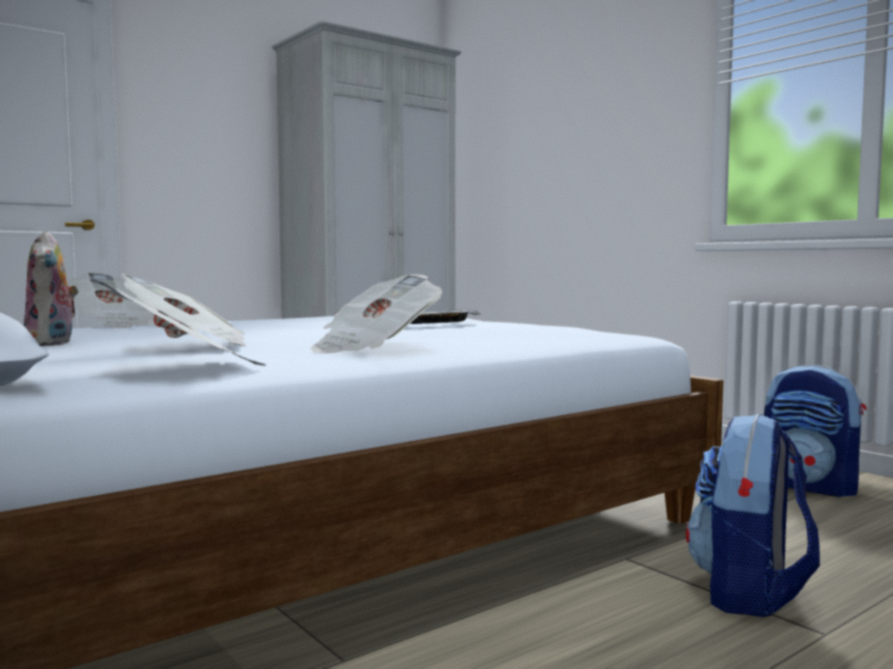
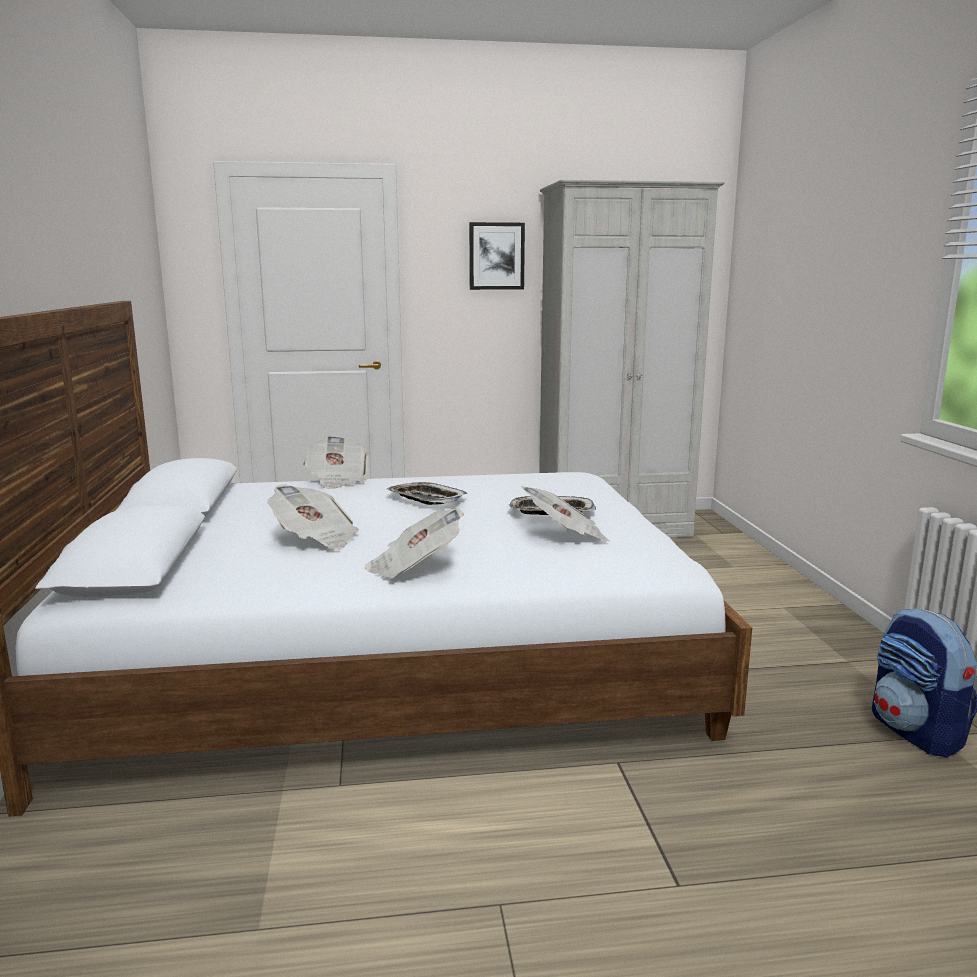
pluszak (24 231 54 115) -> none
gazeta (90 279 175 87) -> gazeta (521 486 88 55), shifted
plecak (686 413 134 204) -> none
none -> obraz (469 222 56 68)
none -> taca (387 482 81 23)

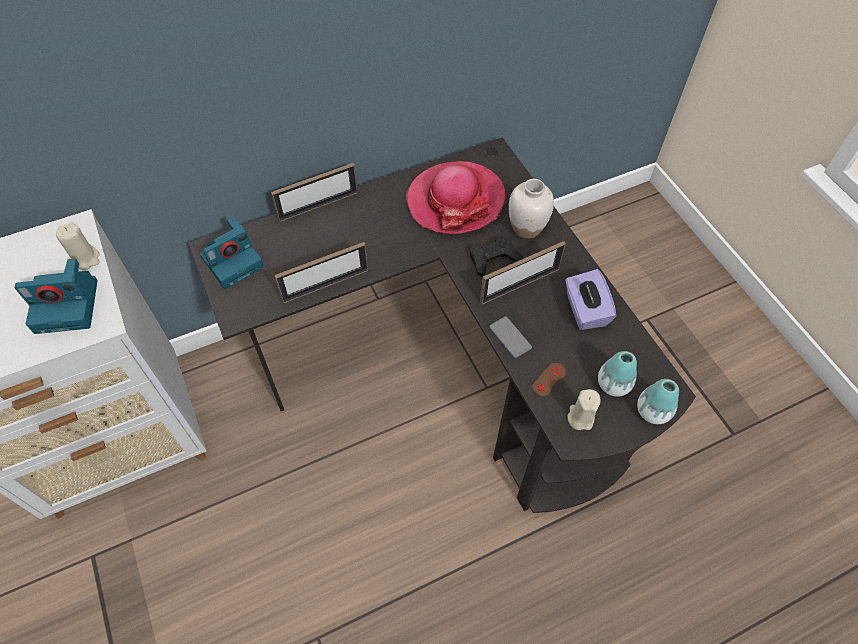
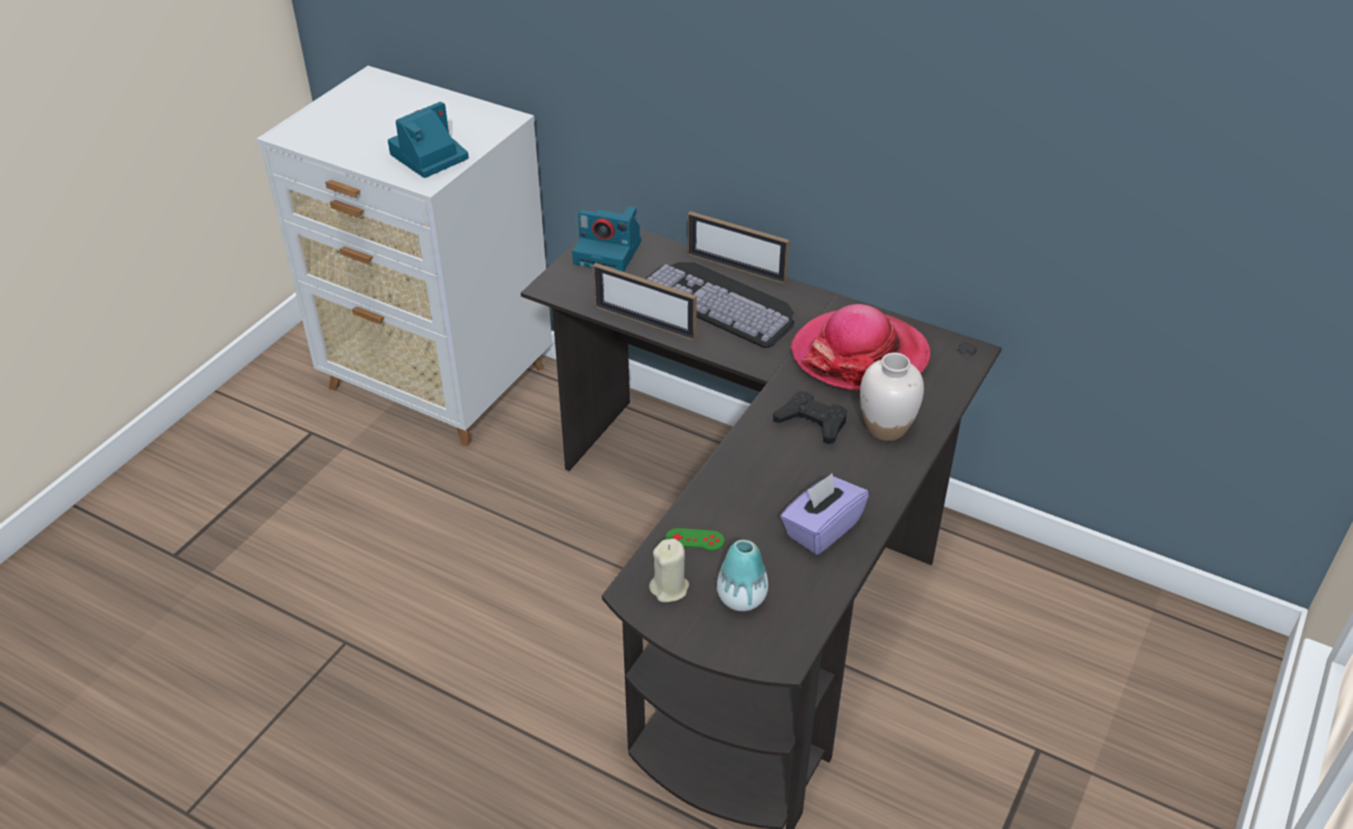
świeca [beżowy] (56 223 44 47) -> none
ramka na zdjęcie (480 241 86 64) -> none
aparat fotograficzny (15 259 83 75) -> aparat fotograficzny (388 102 81 76), 90 degrees clockwise
telefon (489 316 43 42) -> none
pad do gier [brązowy] (532 363 34 33) -> pad do gier [zielony] (666 528 58 23)
wazon (637 379 42 45) -> none
none -> klawiatura (645 262 150 86)

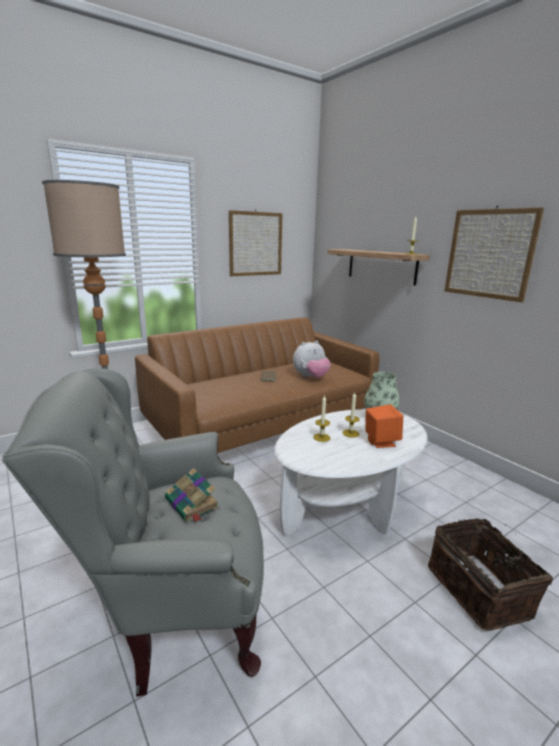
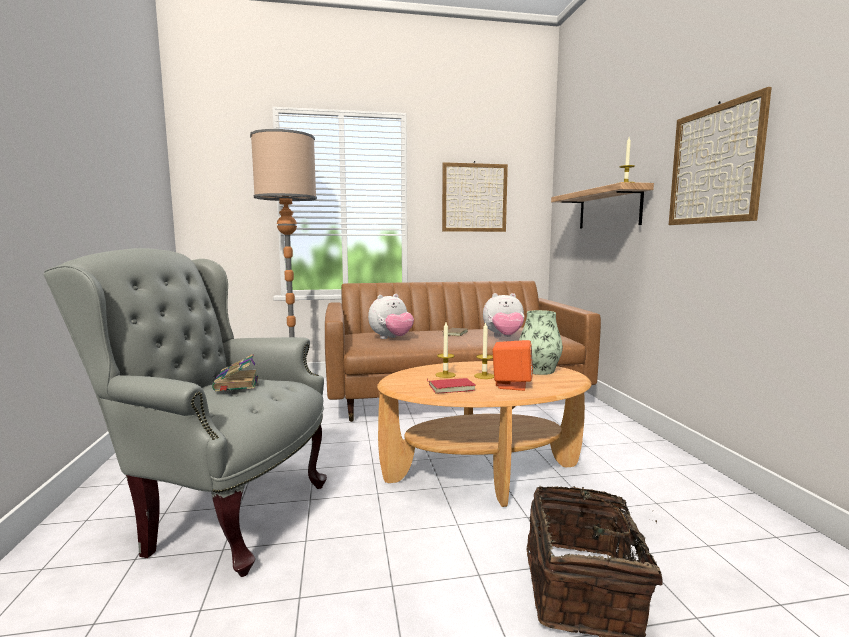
ława [biały] (274 409 153 127) -> ława [brązowy] (377 361 214 146)
none -> pluszak (368 294 46 45)
none -> książka [czerwony] (427 378 49 16)

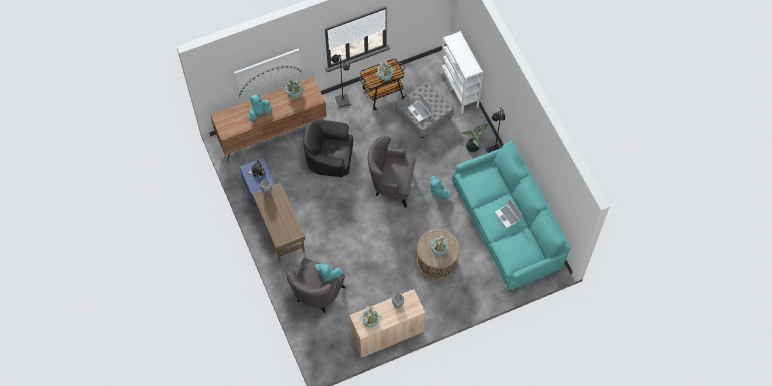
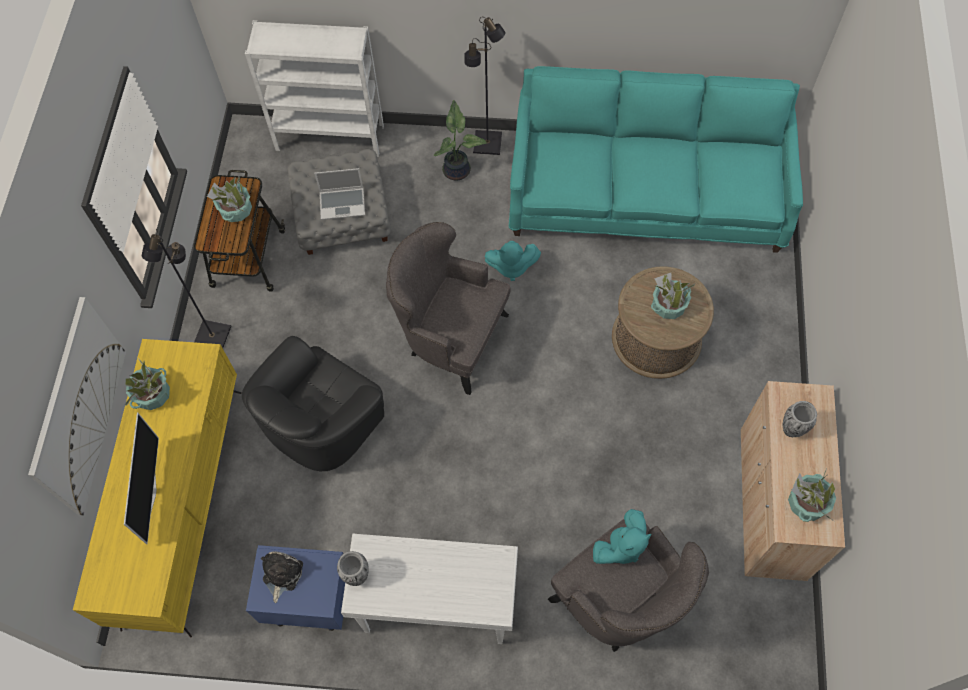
szafka pod telewizor [brązowy] (210 77 117 83) -> szafka pod telewizor [żółty] (73 339 169 298)
pluszak [turkusowy] (249 94 23 27) -> telewizor (124 413 35 131)
fotel [szary] (368 136 48 72) -> fotel [szary] (386 222 125 173), 75 degrees clockwise
stolik konsolowy [brązowy] (253 183 52 79) -> stolik konsolowy [biały] (341 534 177 110)
laptop (495 198 26 30) -> none

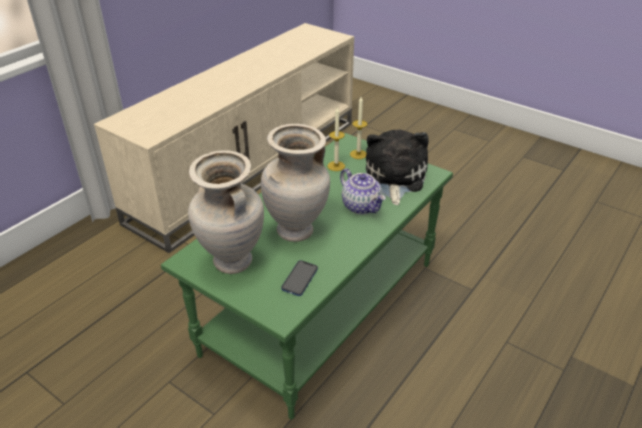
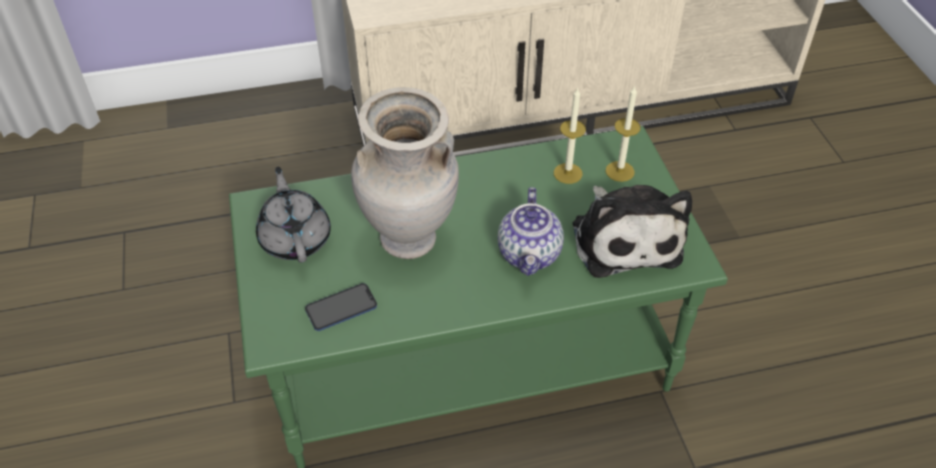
pluszak (366 130 63 75) -> pluszak (573 185 119 93), 120 degrees clockwise
wazon [beżowy] (188 150 76 124) -> imbryk [szary] (256 167 75 96)

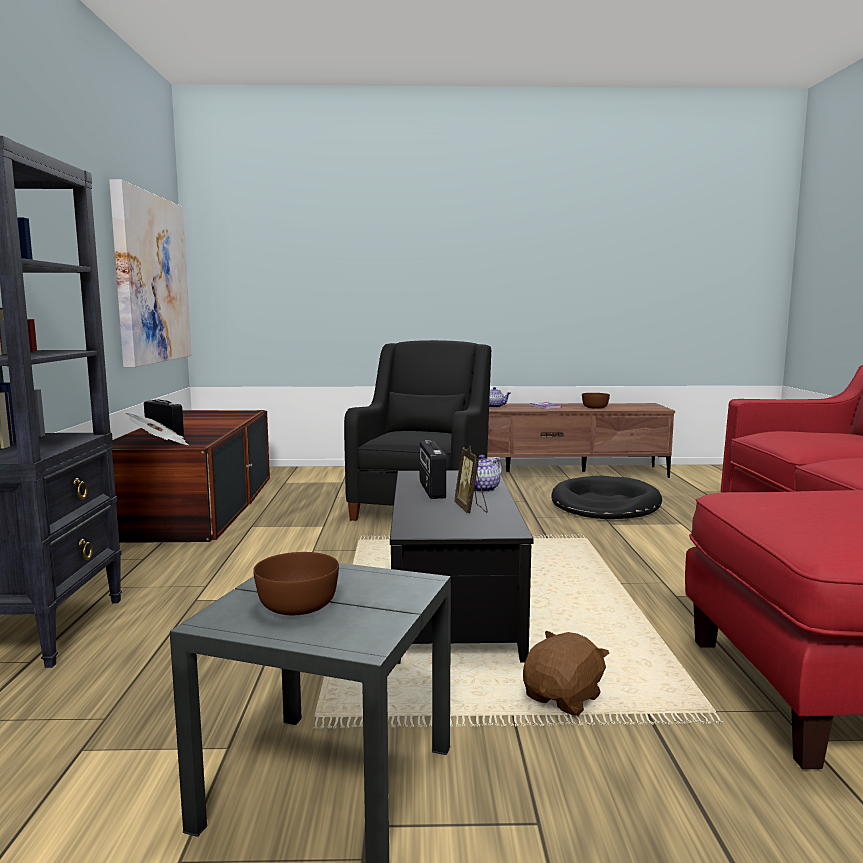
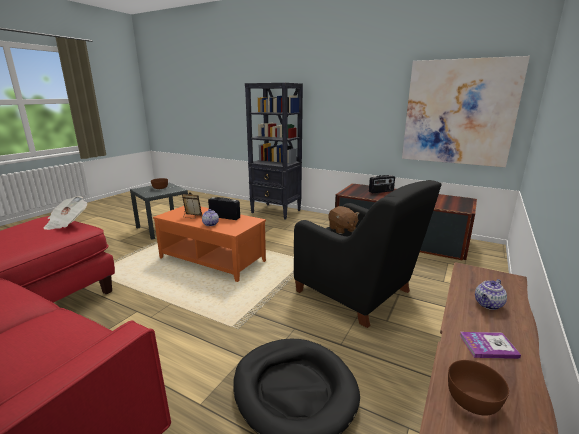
gazeta (125 413 63 32) -> gazeta (43 196 44 34), shifted
ława [czarny] (390 470 144 194) -> ława [pomarańczowy] (153 206 113 76)
pluszak [brązowy] (523 630 86 86) -> pluszak [brązowy] (328 206 32 28), shifted

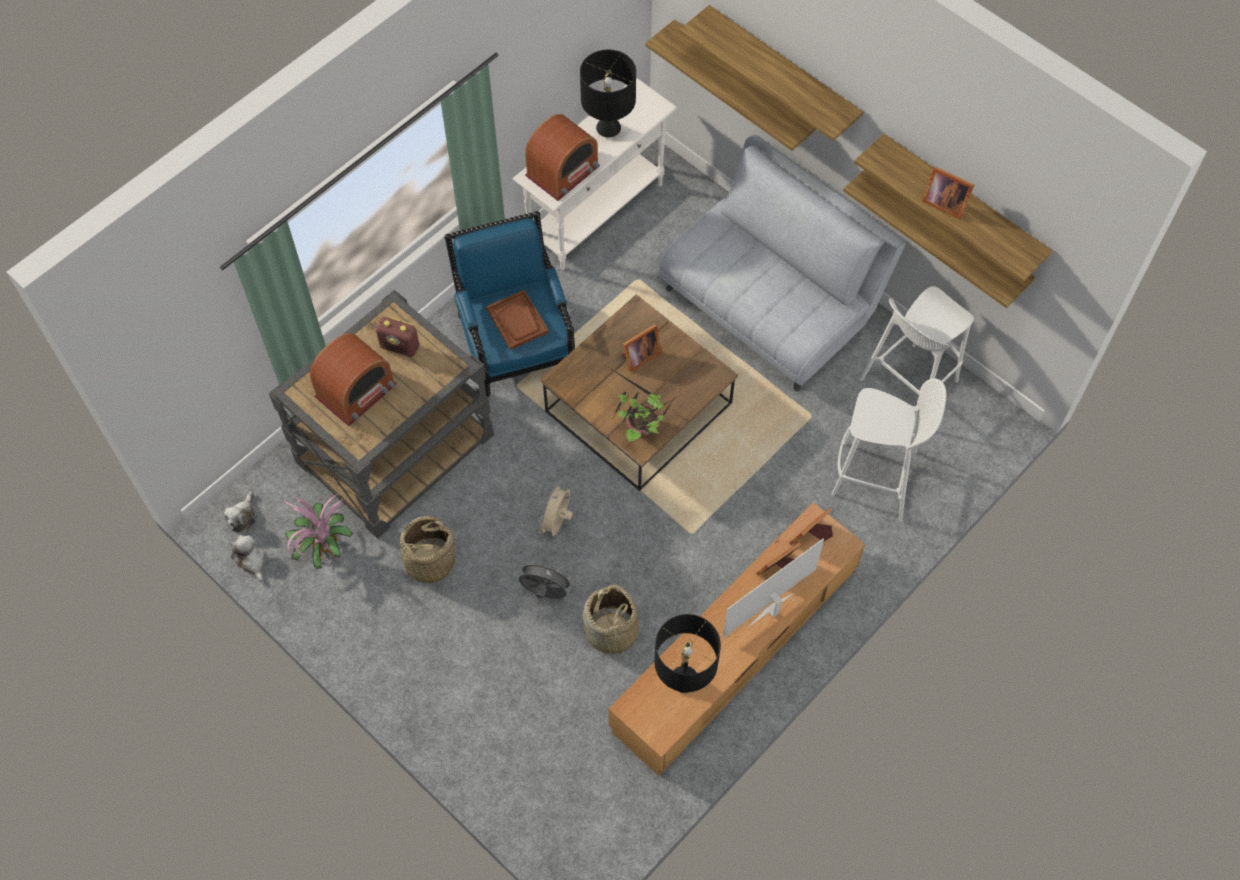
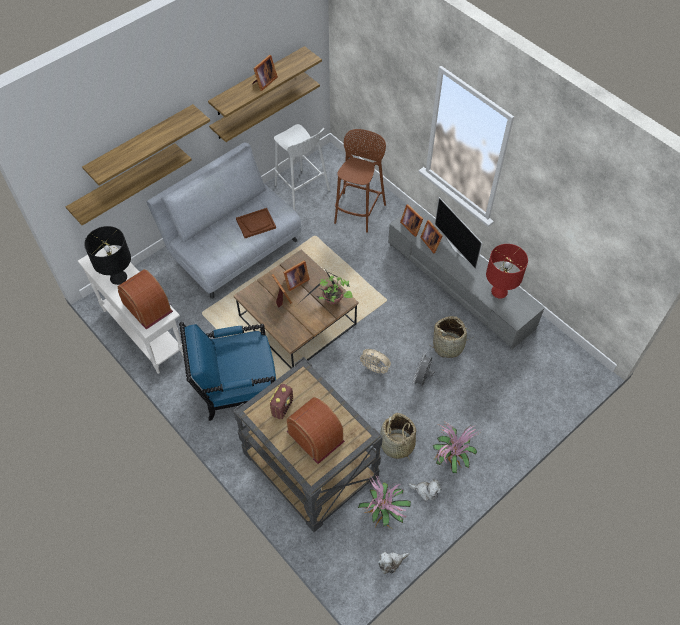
taca [brązowy] (486 290 63 60) -> taca [brązowy] (236 208 40 30), shifted
stołek [biały] (831 378 115 144) -> stołek [brązowy] (334 129 52 104)
pluszak (224 491 32 42) -> pluszak (409 479 32 22), shifted
szafka pod telewizor [brązowy] (608 502 258 274) -> szafka pod telewizor [szary] (388 204 157 146)
lampa stołowa [czarny] (654 614 67 79) -> lampa stołowa [czerwony] (486 244 42 55)
none -> ramka na zdjęcie (283 261 27 30)
none -> roślina doniczkowa (433 421 46 52)

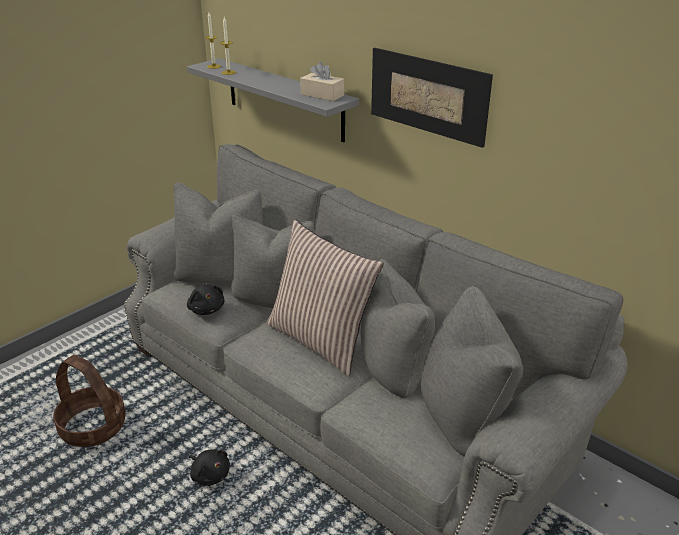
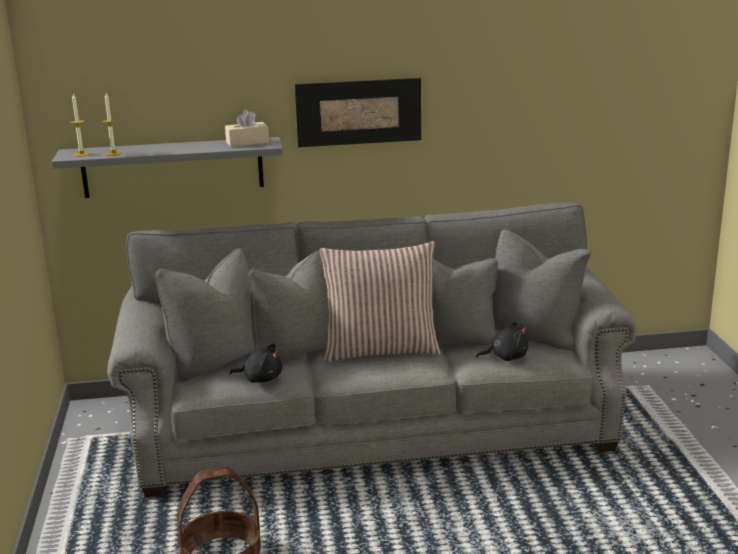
pluszak [czarny] (189 450 41 36) -> pluszak [czarny] (476 322 52 39), shifted

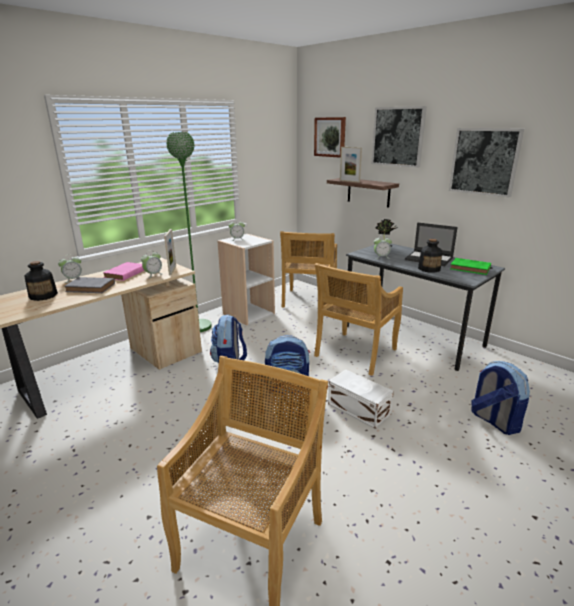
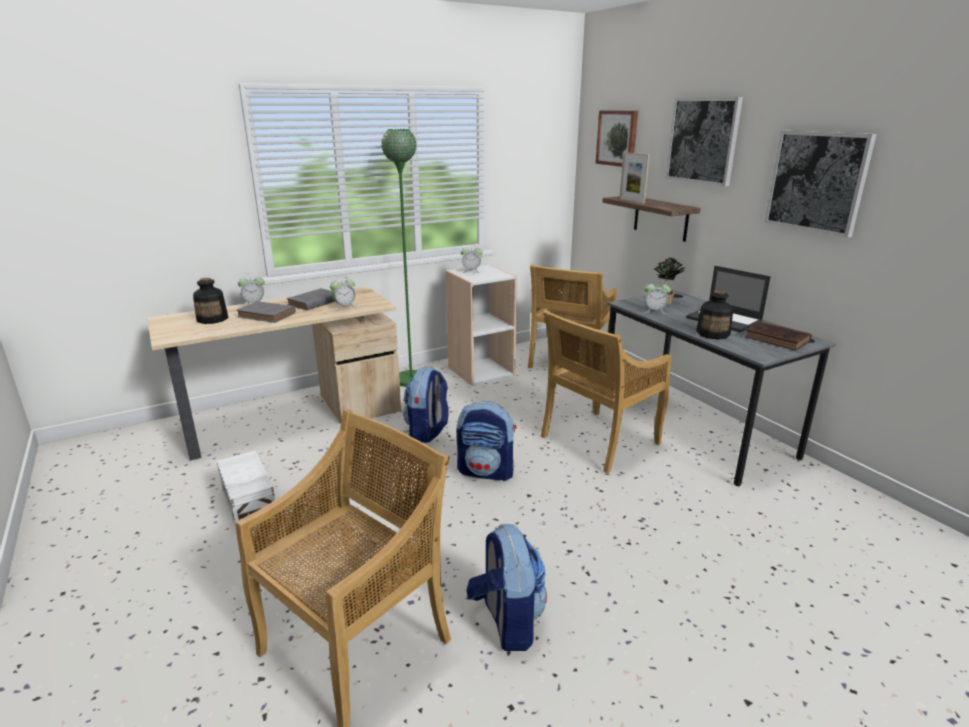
ramka na zdjęcie (164 229 12 46) -> none
książka [zielony] (450 258 41 17) -> książka [brązowy] (744 321 68 30)
książka [różowy] (103 262 41 19) -> książka [szary] (287 288 48 23)
plecak (471 361 59 74) -> plecak (466 524 81 127), shifted
pojemnik do przechowywania [biały] (328 370 66 59) -> pojemnik do przechowywania [biały] (217 451 58 76), shifted

